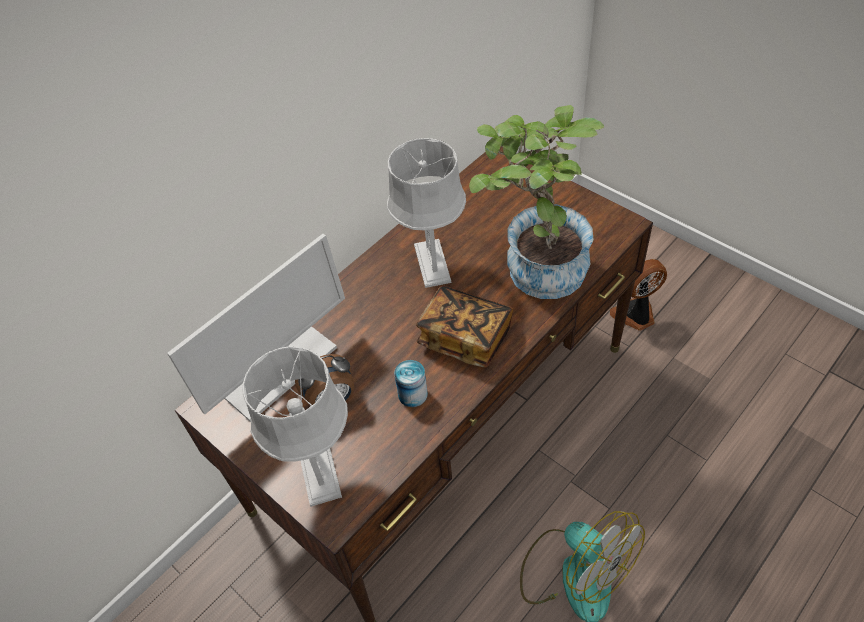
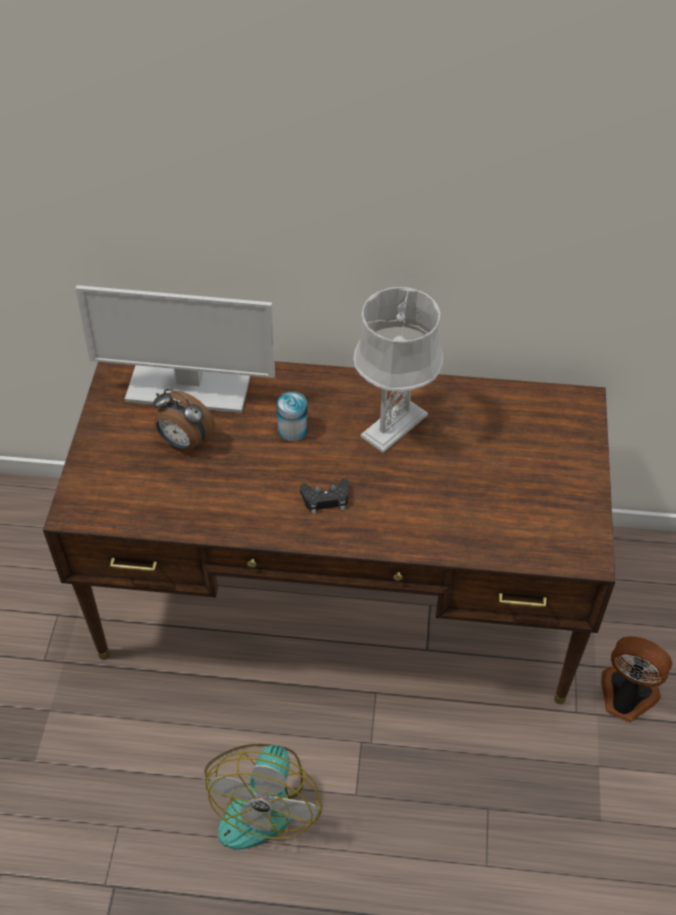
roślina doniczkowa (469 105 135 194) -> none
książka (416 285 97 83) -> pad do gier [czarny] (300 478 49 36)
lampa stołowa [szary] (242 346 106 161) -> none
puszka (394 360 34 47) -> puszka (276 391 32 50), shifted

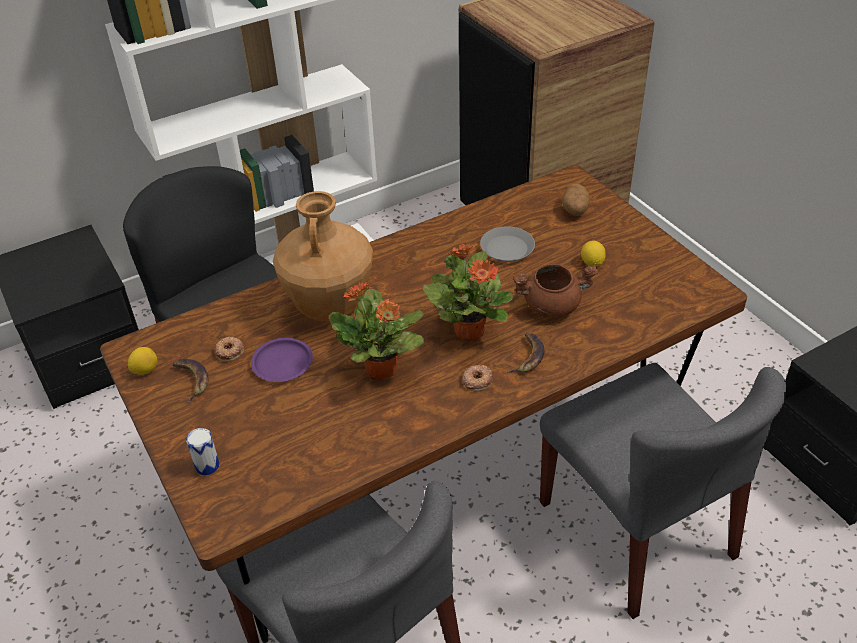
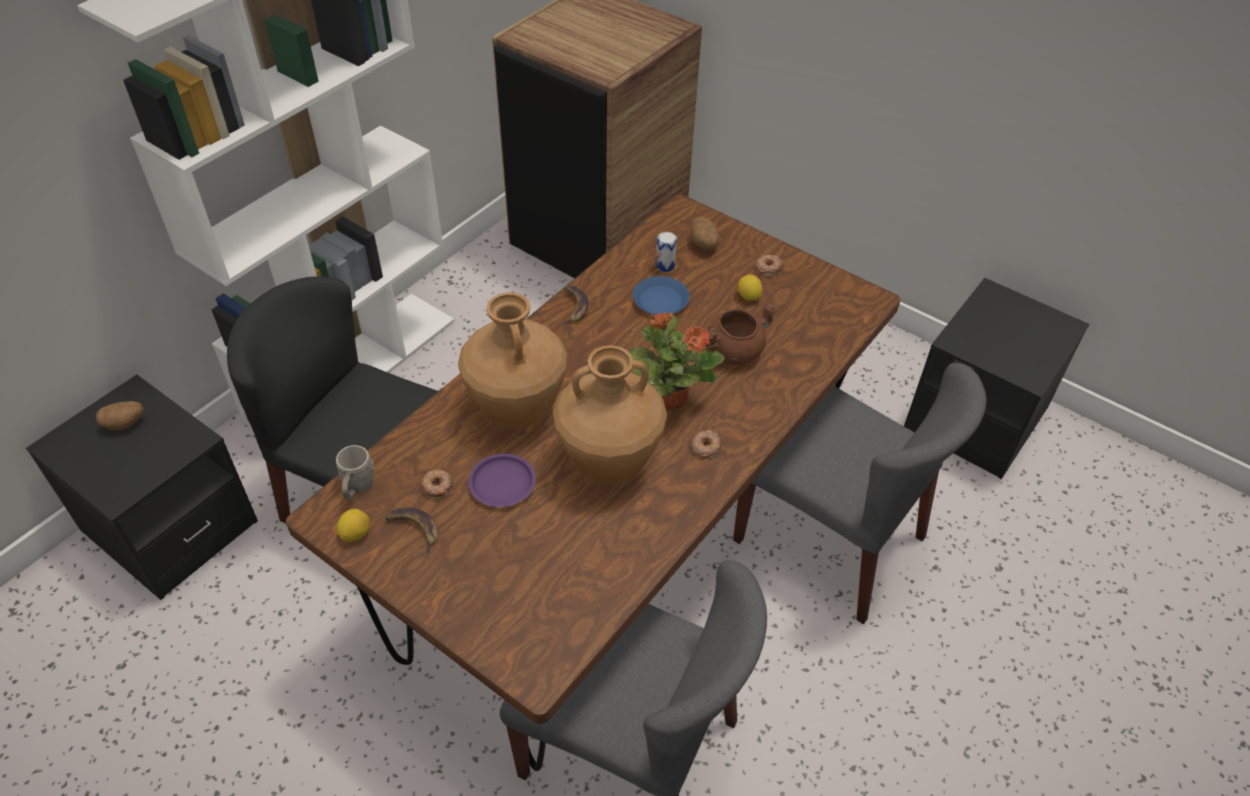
talerz [szary] (480 226 55 36) -> talerz [niebieski] (633 276 57 39)
roślina doniczkowa (329 282 96 99) -> wazon [brązowy] (553 345 114 138)
banan (507 333 37 40) -> banan (561 286 27 39), shifted
puszka (186 428 34 47) -> puszka (656 232 21 40), shifted
none -> donut (756 255 27 21)
none -> ziemniak (96 401 48 29)
none -> kubek [szary] (336 445 38 55)

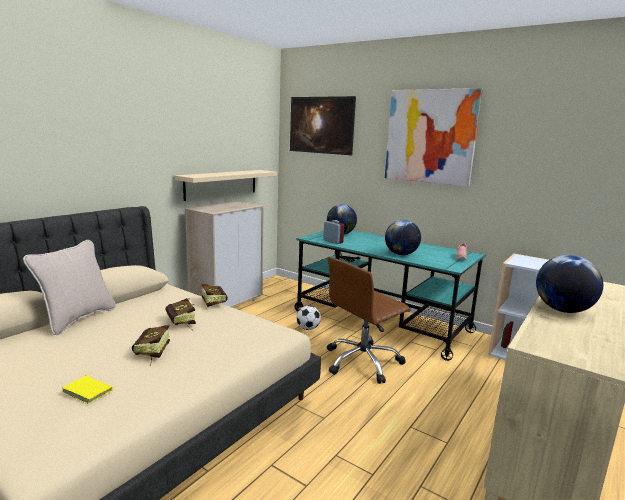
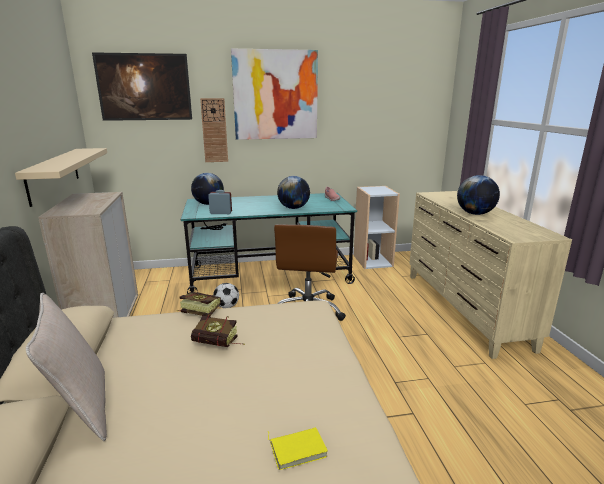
książka (132 325 38 41) -> none
none -> zegar ścienny (200 98 28 64)

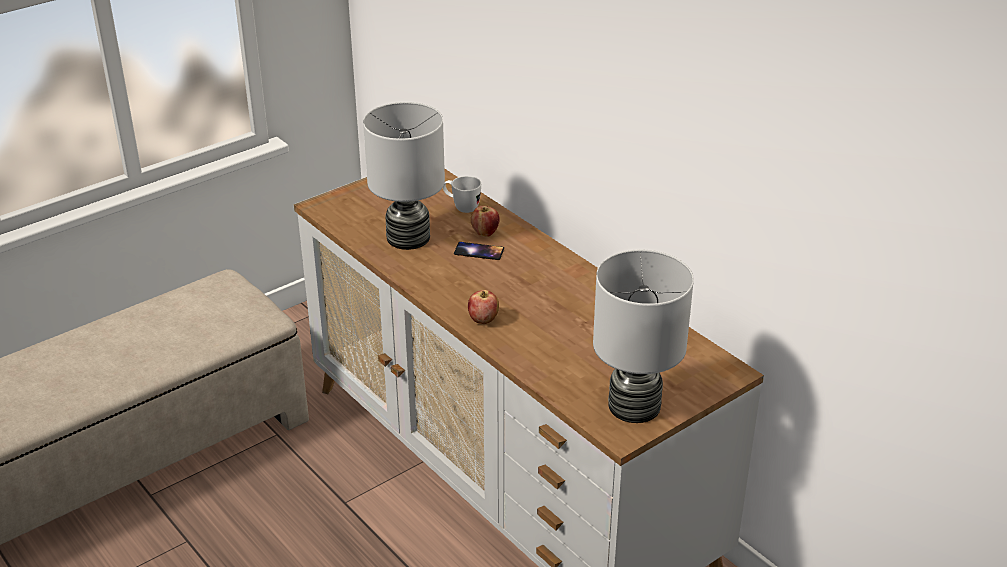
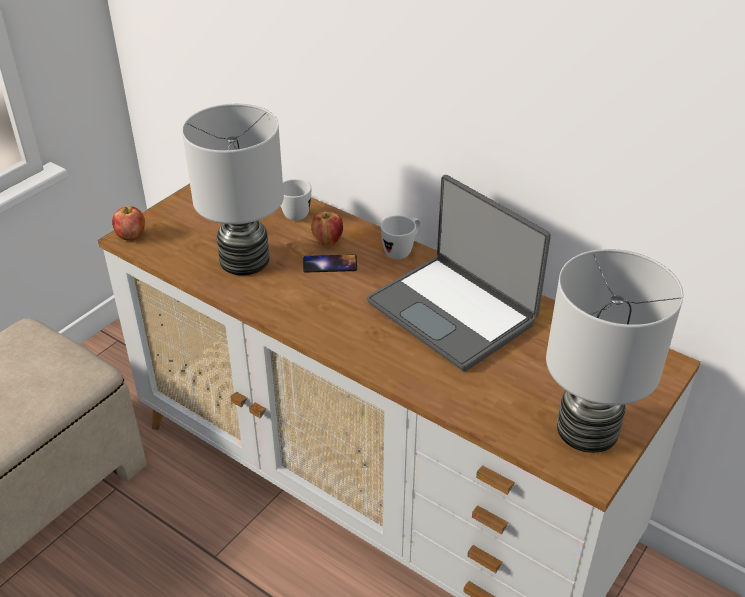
jabłko (468 290 31 34) -> jabłko (112 206 33 35), shifted
none -> laptop (367 175 184 196)
none -> kubek [biały] (381 216 40 43)

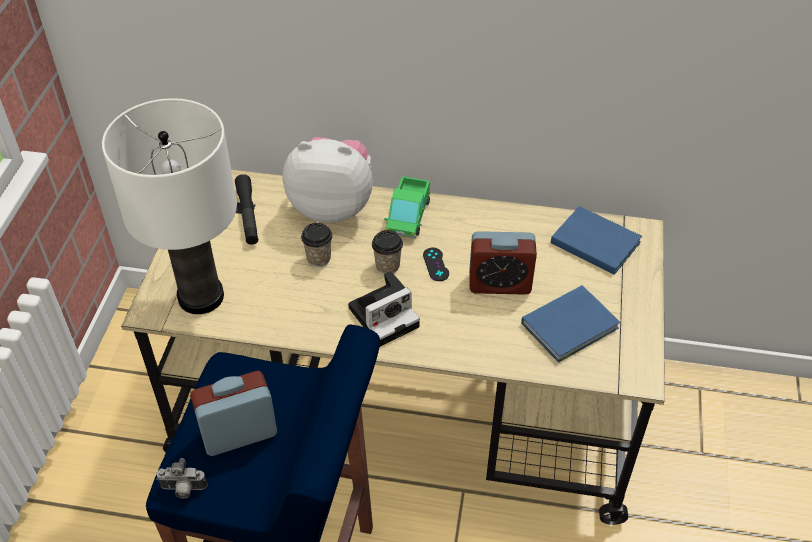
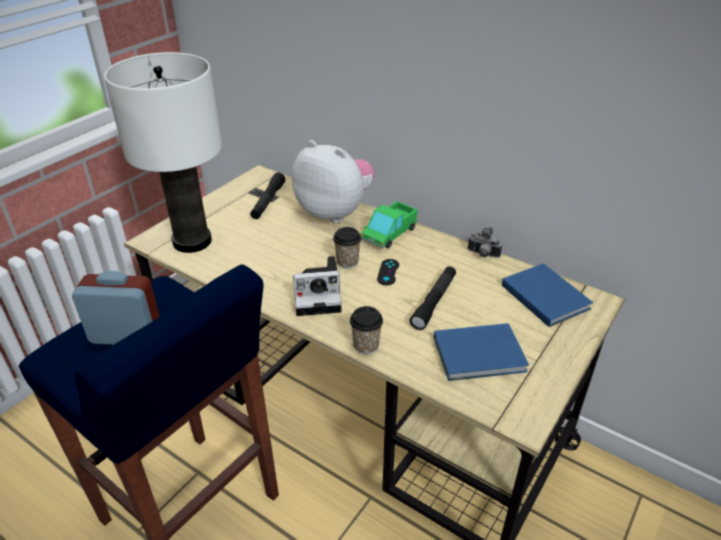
filiżanka (301 223 31 44) -> filiżanka (350 306 33 48), shifted
budzik (469 231 68 64) -> latarka [czarny] (410 266 46 64)
aparat fotograficzny (156 458 51 41) -> aparat fotograficzny (468 227 34 31), shifted

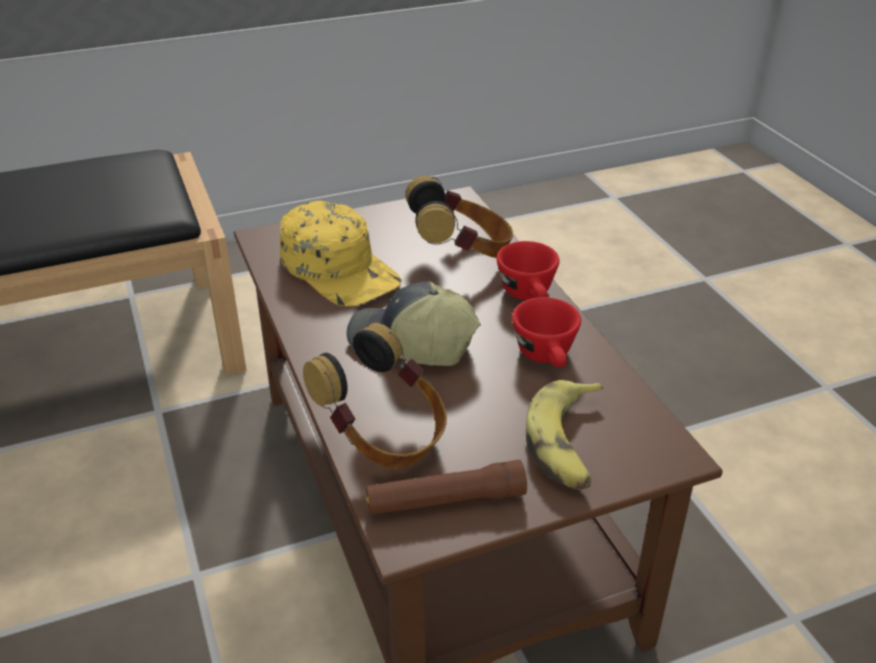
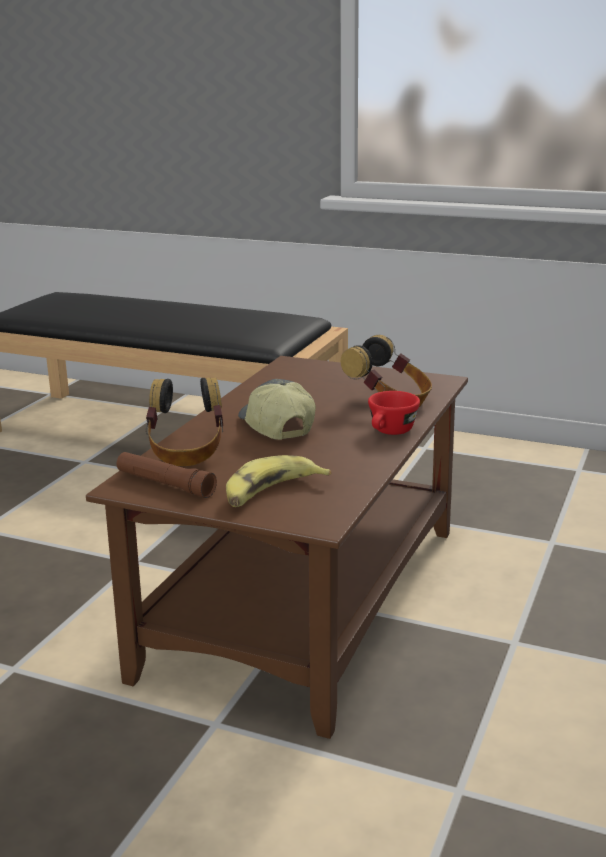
czapka z daszkiem [żółty] (280 201 121 105) -> none
filiżanka [czerwony] (512 297 69 70) -> none

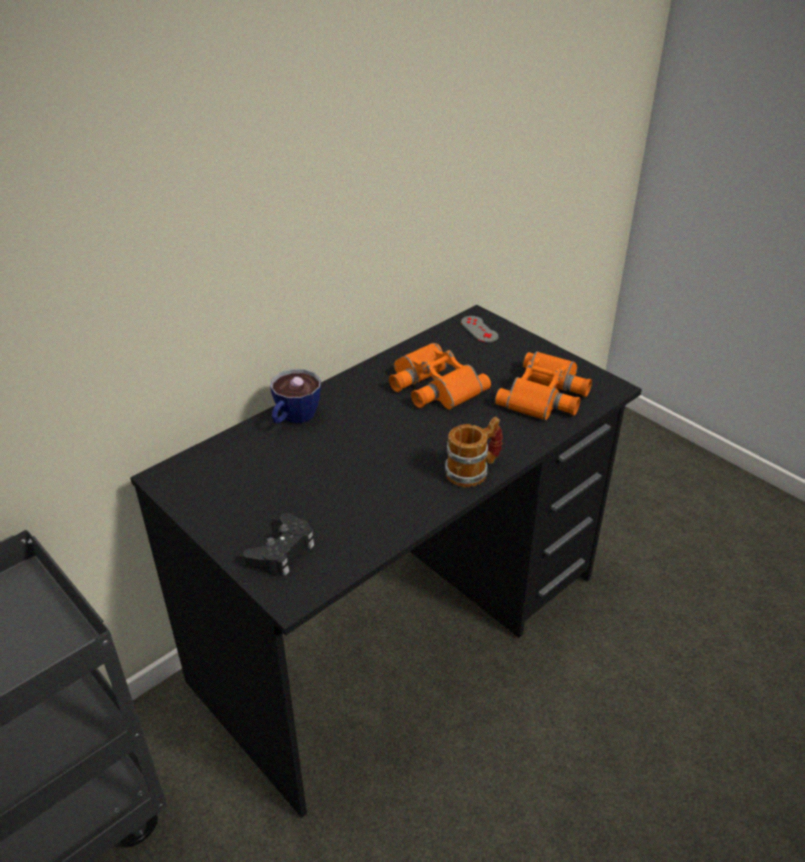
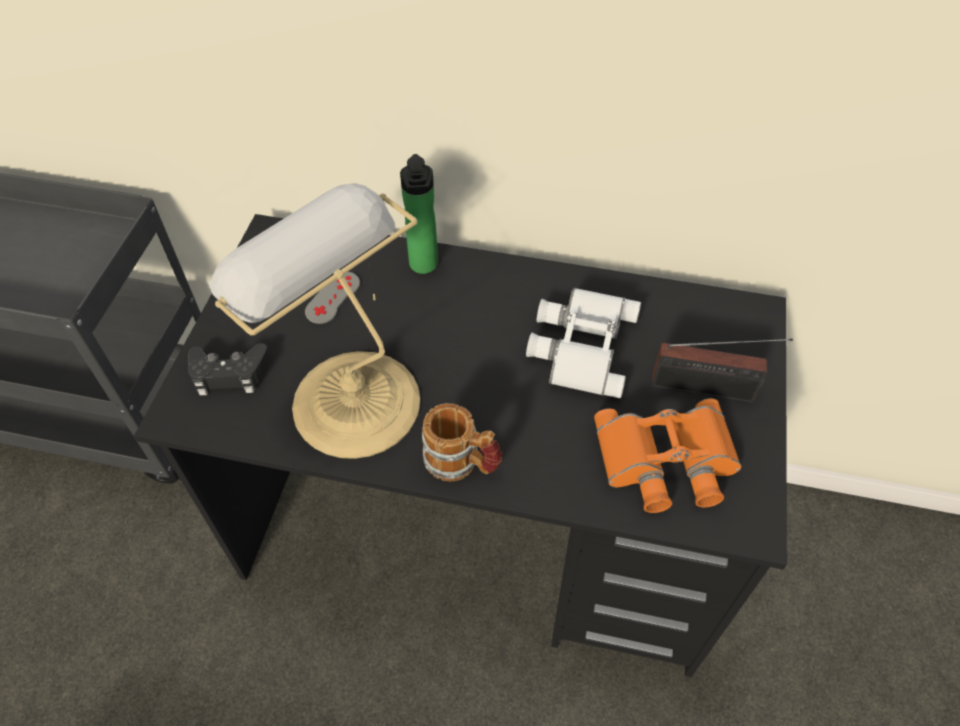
pad do gier [szary] (461 316 37 27) -> pad do gier [szary] (305 272 55 52), shifted
lornetka [pomarańczowy] (389 343 102 67) -> lornetka [biały] (526 288 115 111)
filiżanka (270 369 51 55) -> butelka (400 154 38 120)
none -> lampa stołowa (209 183 211 276)
none -> radio (652 338 141 64)

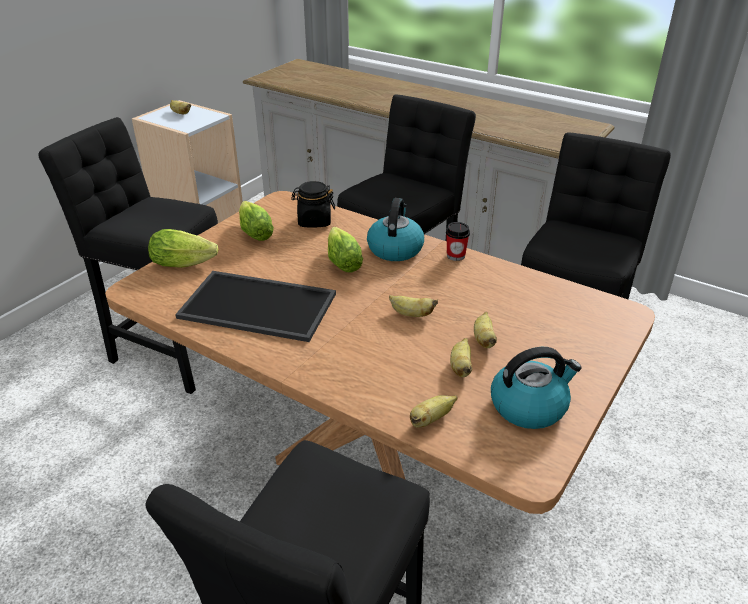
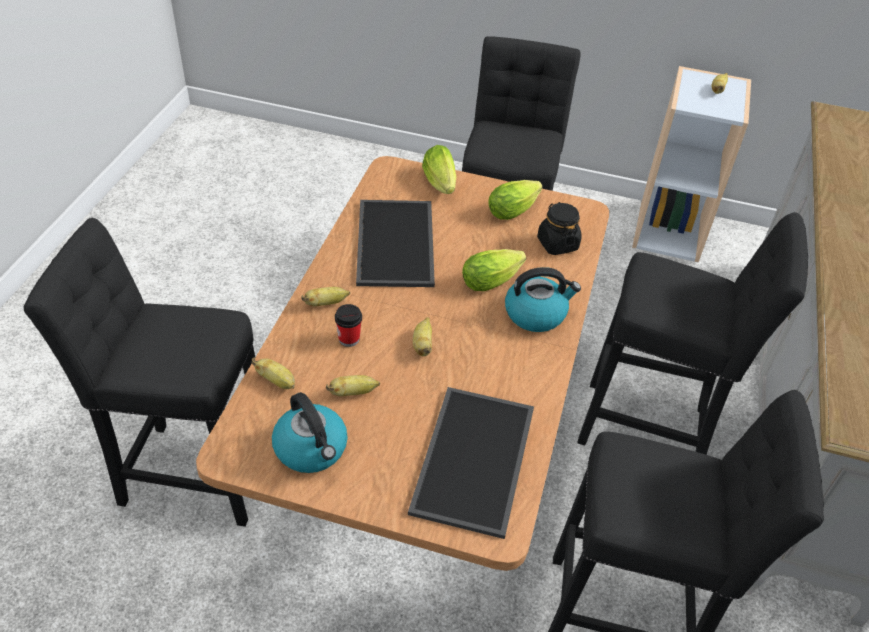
filiżanka (446 222 24 39) -> filiżanka (335 304 27 43), shifted
banan (474 312 23 36) -> banan (301 287 49 19), shifted
none -> taca (408 387 126 152)

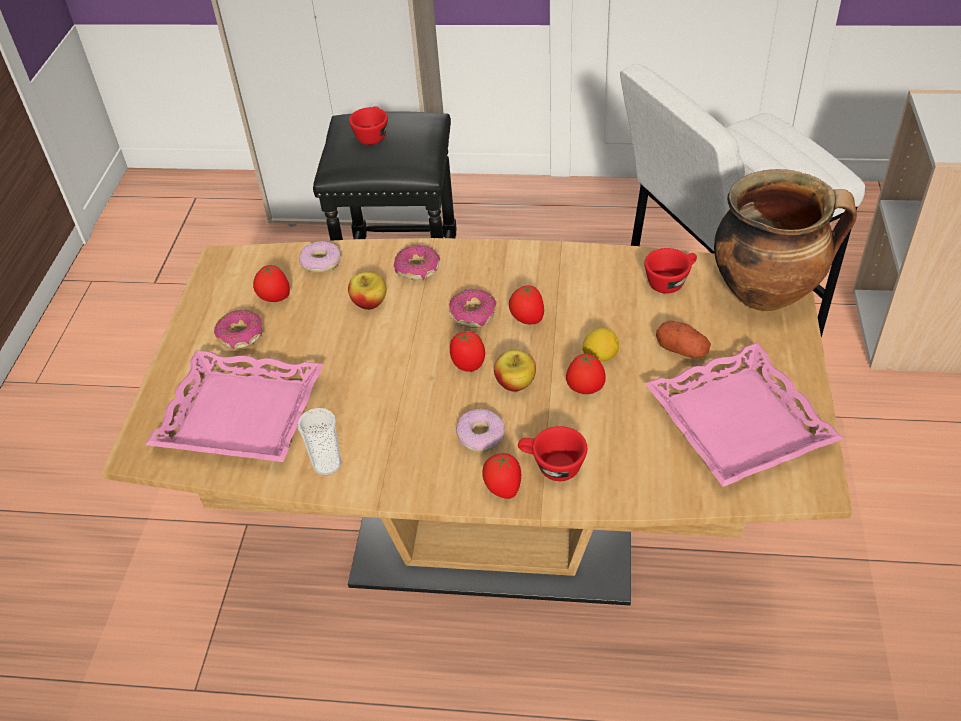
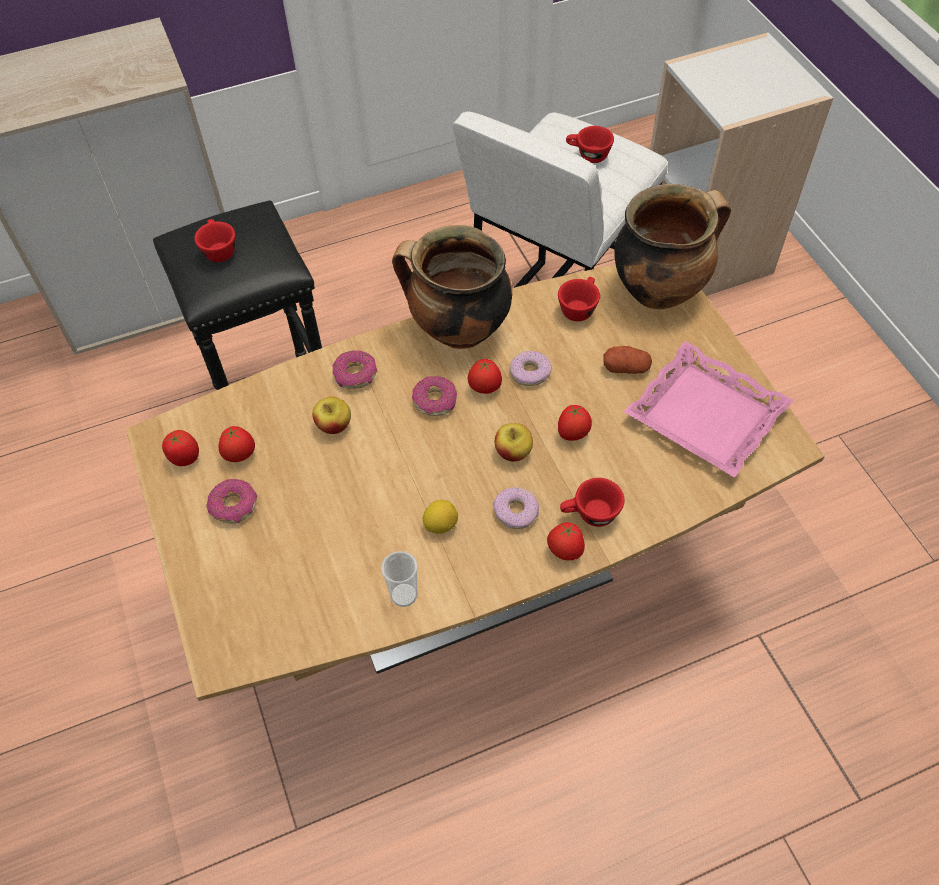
donut (299 241 42 32) -> donut (510 351 42 35), shifted
cytryna (582 328 37 34) -> cytryna (423 500 35 34), shifted
pomidor (450 331 35 41) -> pomidor (162 430 37 36), shifted
taca [różowy] (146 350 177 112) -> none
none -> filiżanka [czerwony] (566 126 48 37)
none -> garnek (392 225 120 124)

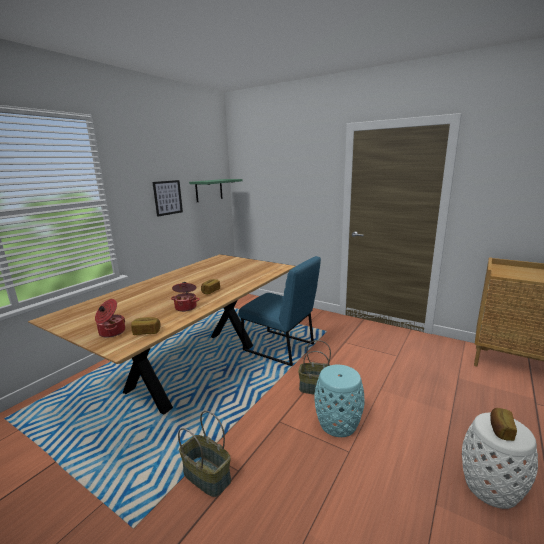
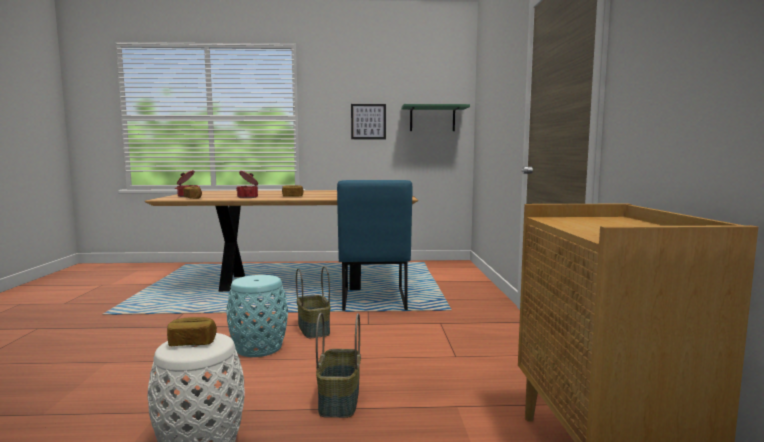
koszyk (178 411 53 86) -> koszyk (316 313 45 105), shifted

